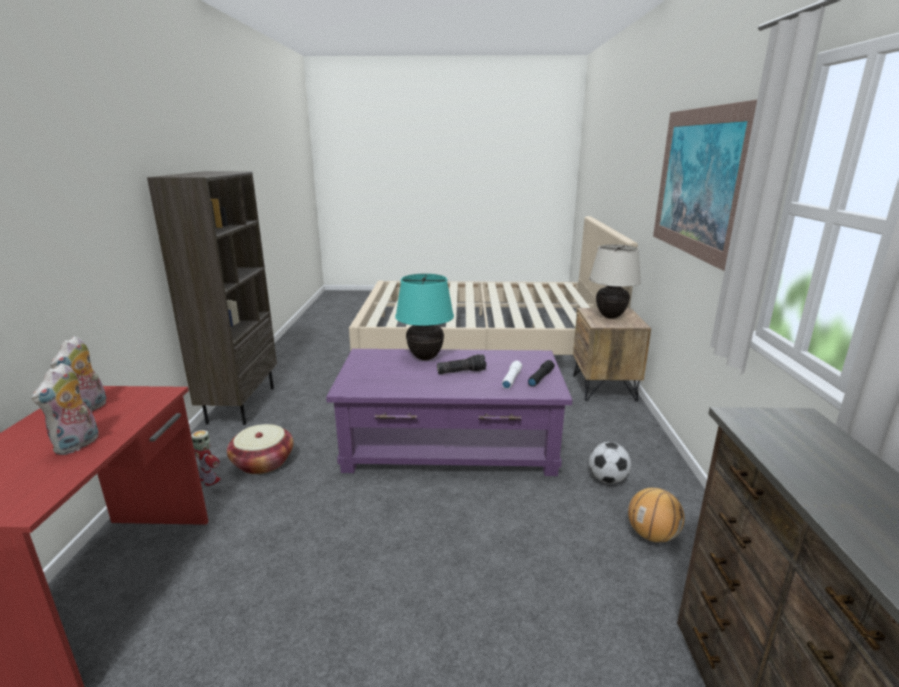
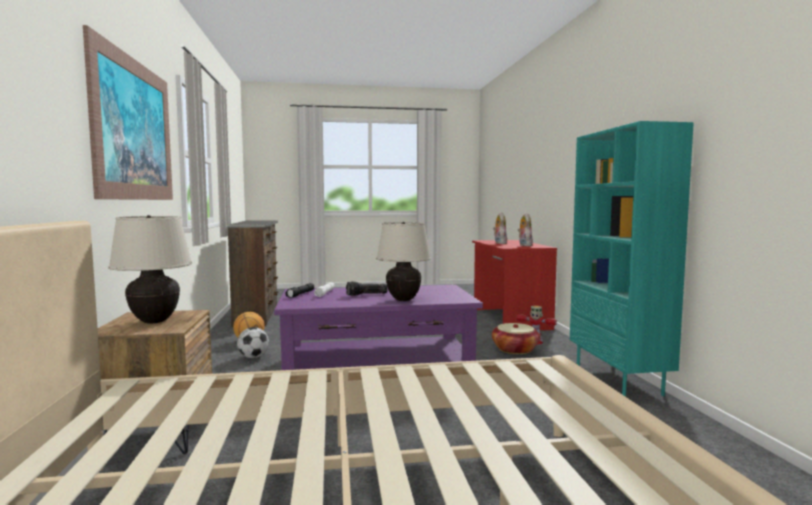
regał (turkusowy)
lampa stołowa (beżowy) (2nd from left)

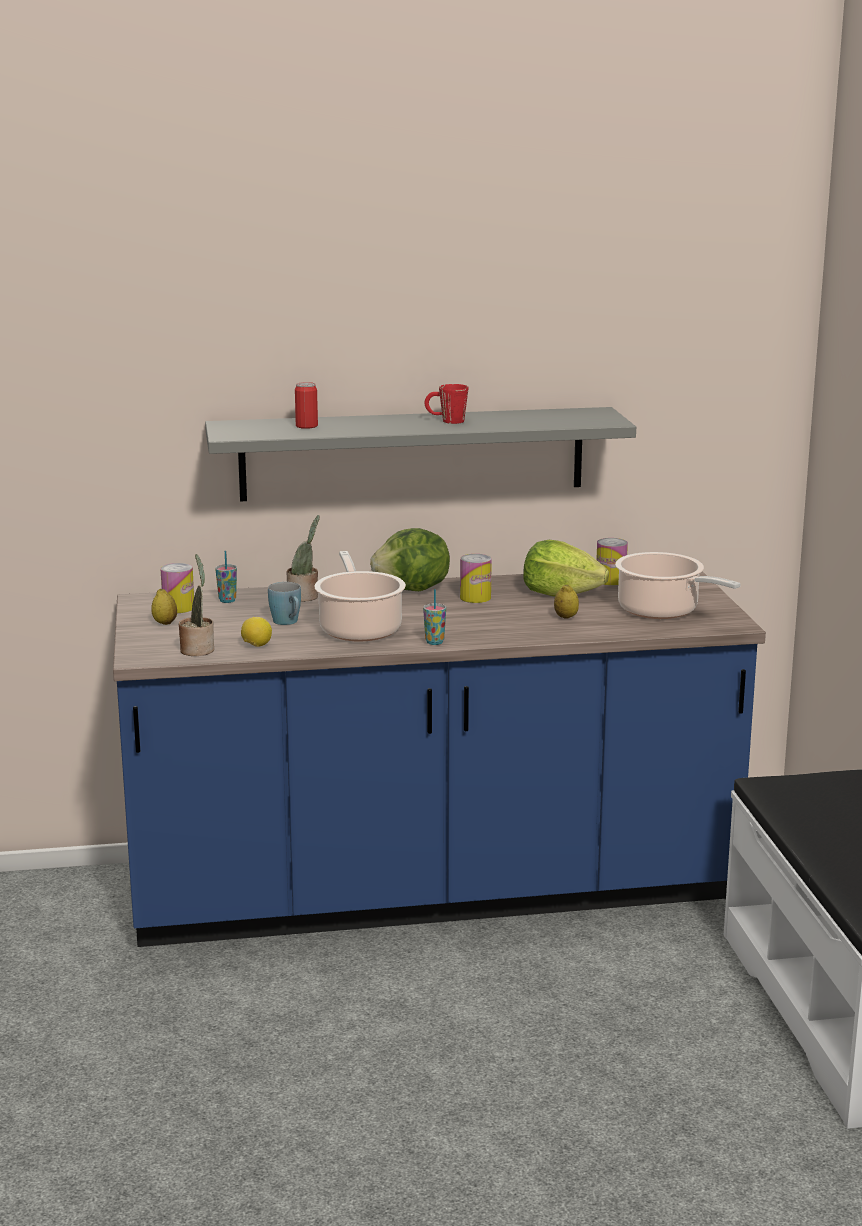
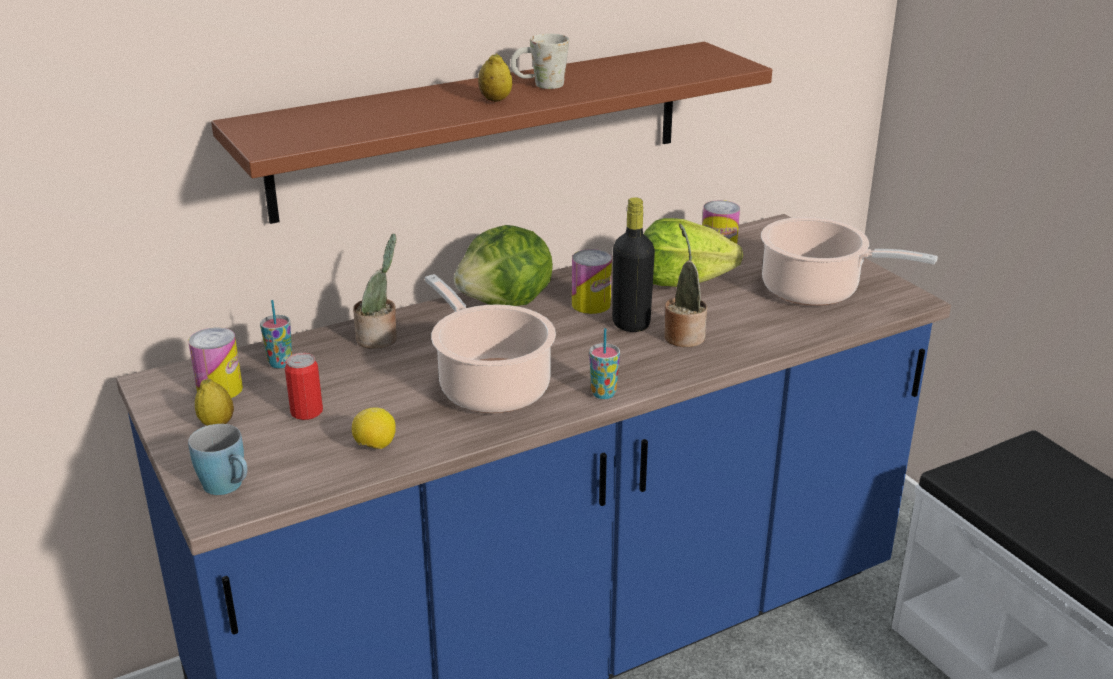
roślina doniczkowa (2nd from left)
półka (brązowy)
kubek (niebieski)
puszka (2nd from left)
kubek (biały)
cytryna (3rd from left)
butelka (czarny)

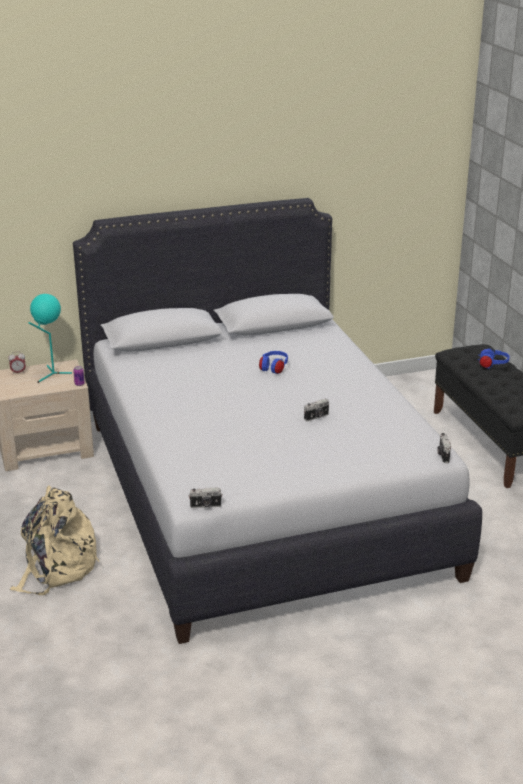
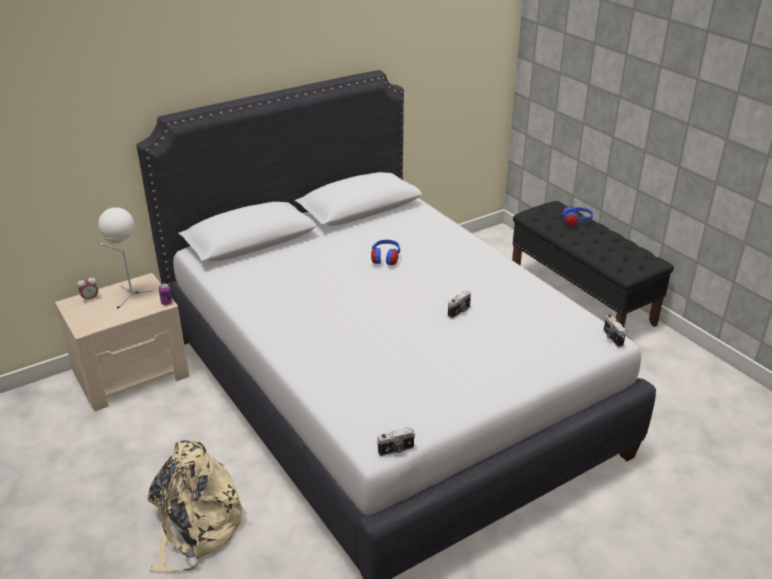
lampa stołowa (biały)

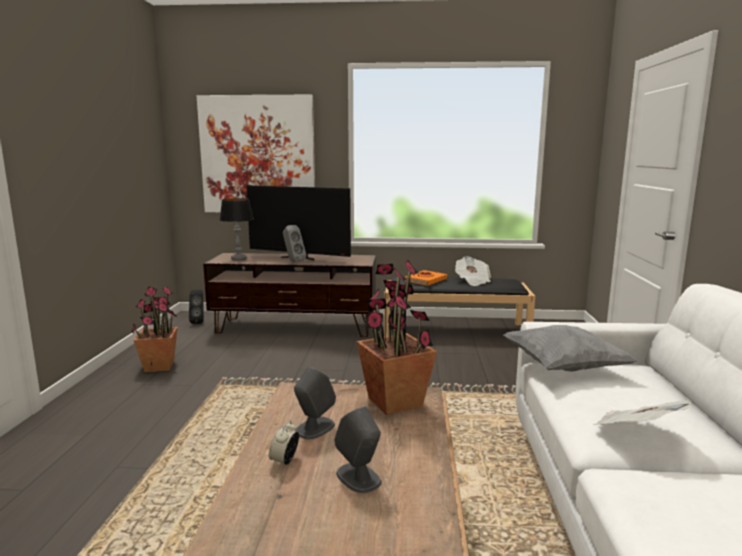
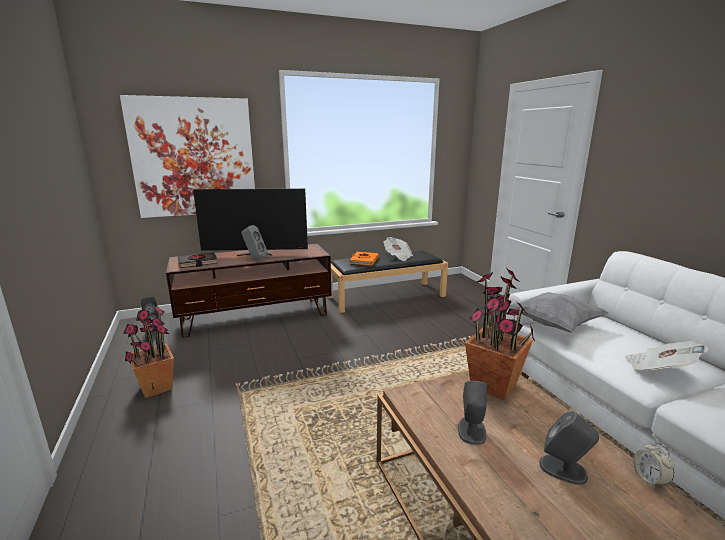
książka (czarny)
budzik

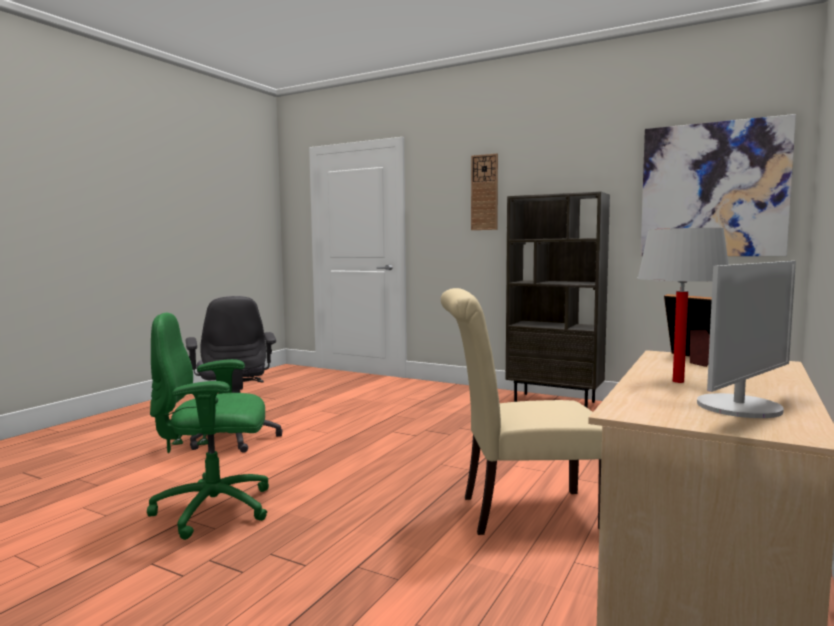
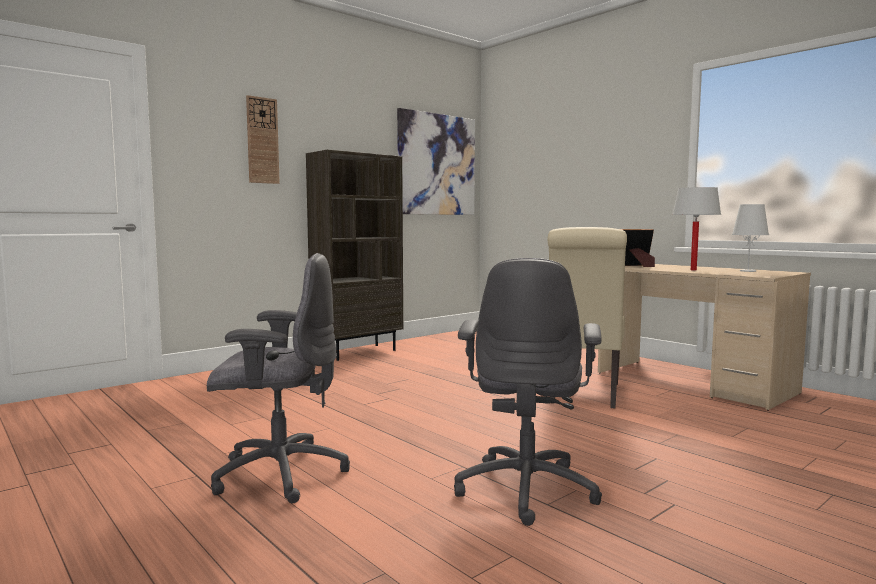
krzesło biurowe (szary) (2nd from left)
lampa stołowa (biały) (2nd from left)

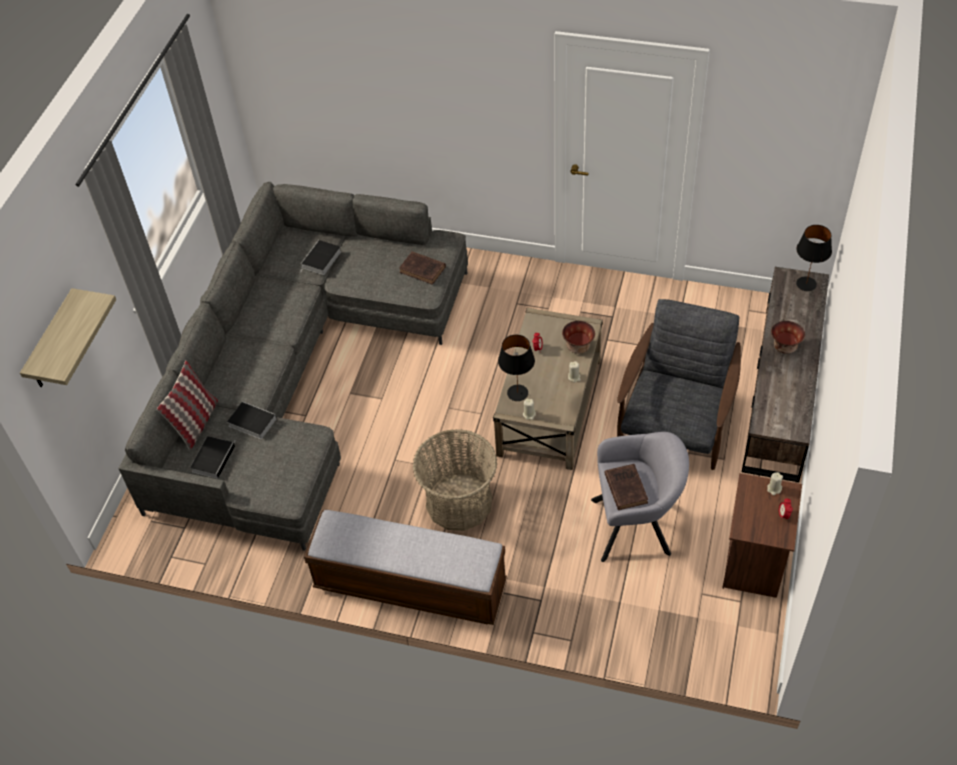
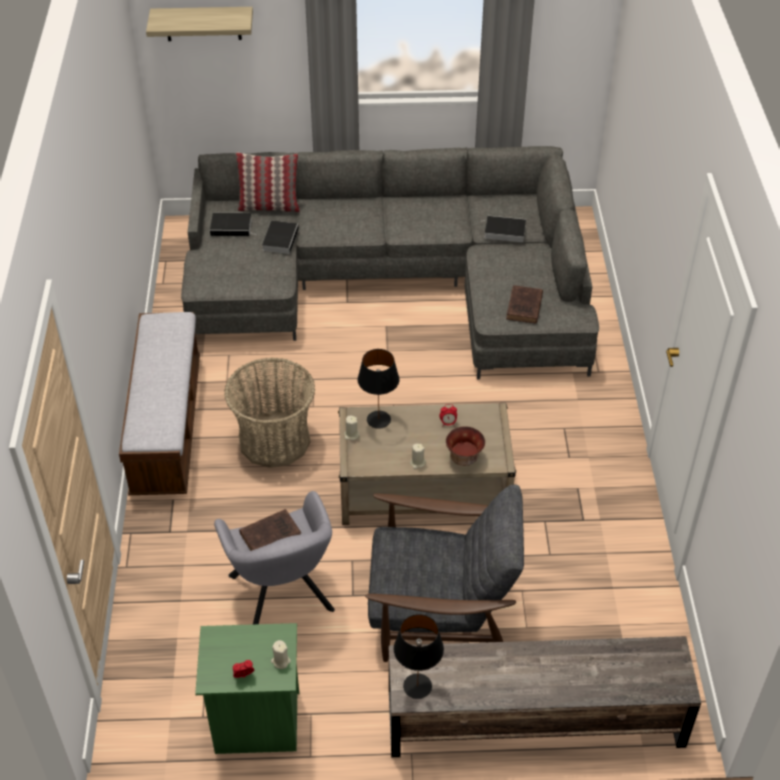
szafka nocna (zielony)
miska (2nd from left in the first image)
lampa stołowa (czarny) (2nd from left)

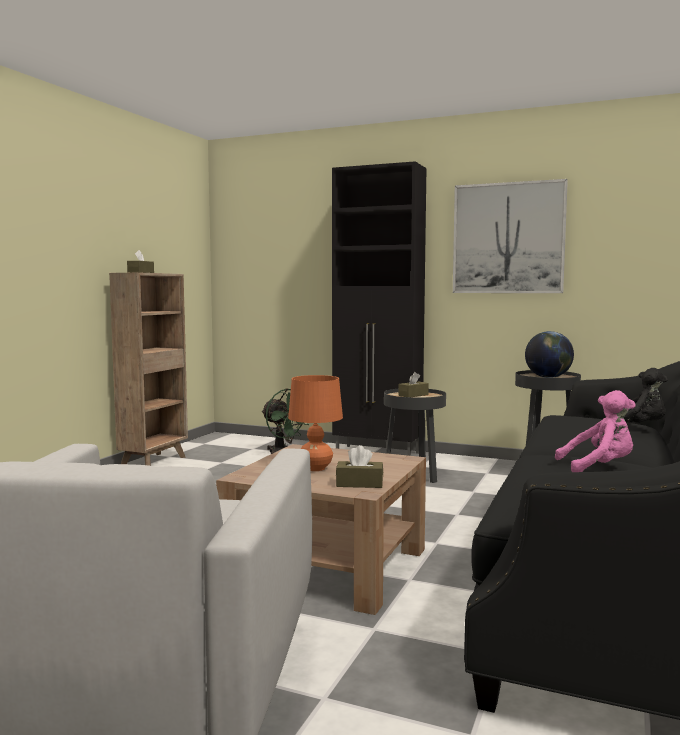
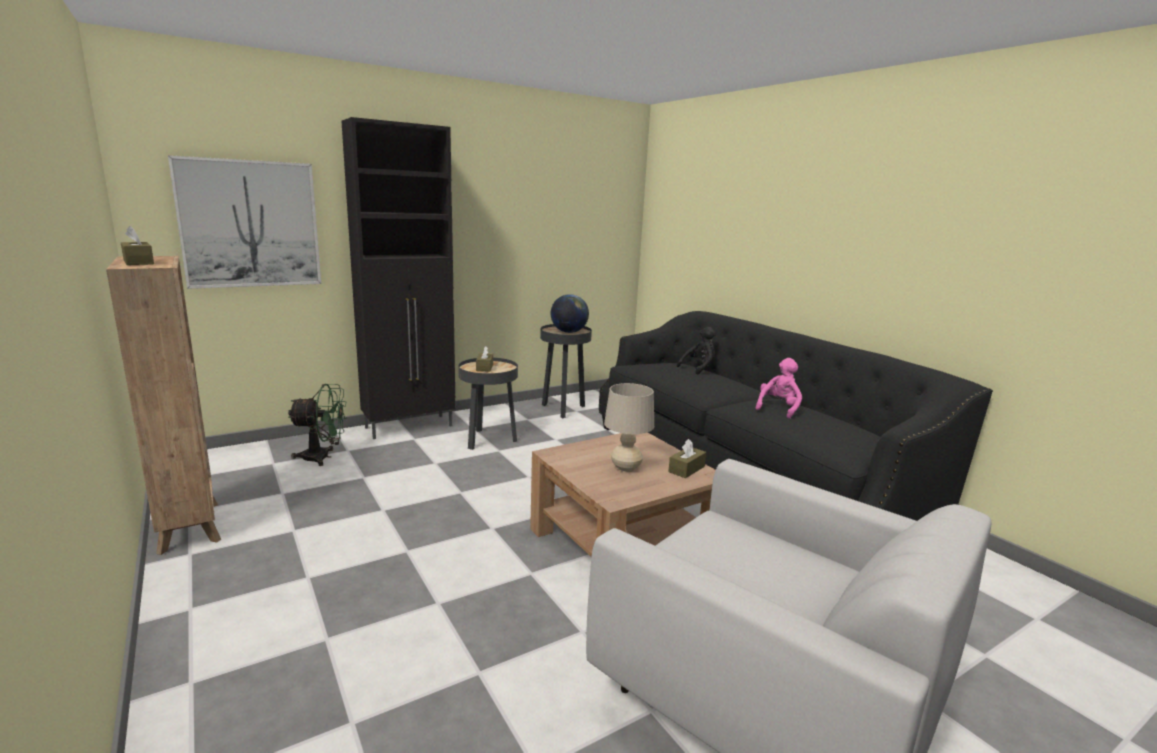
lampa stołowa (beżowy)
obraz

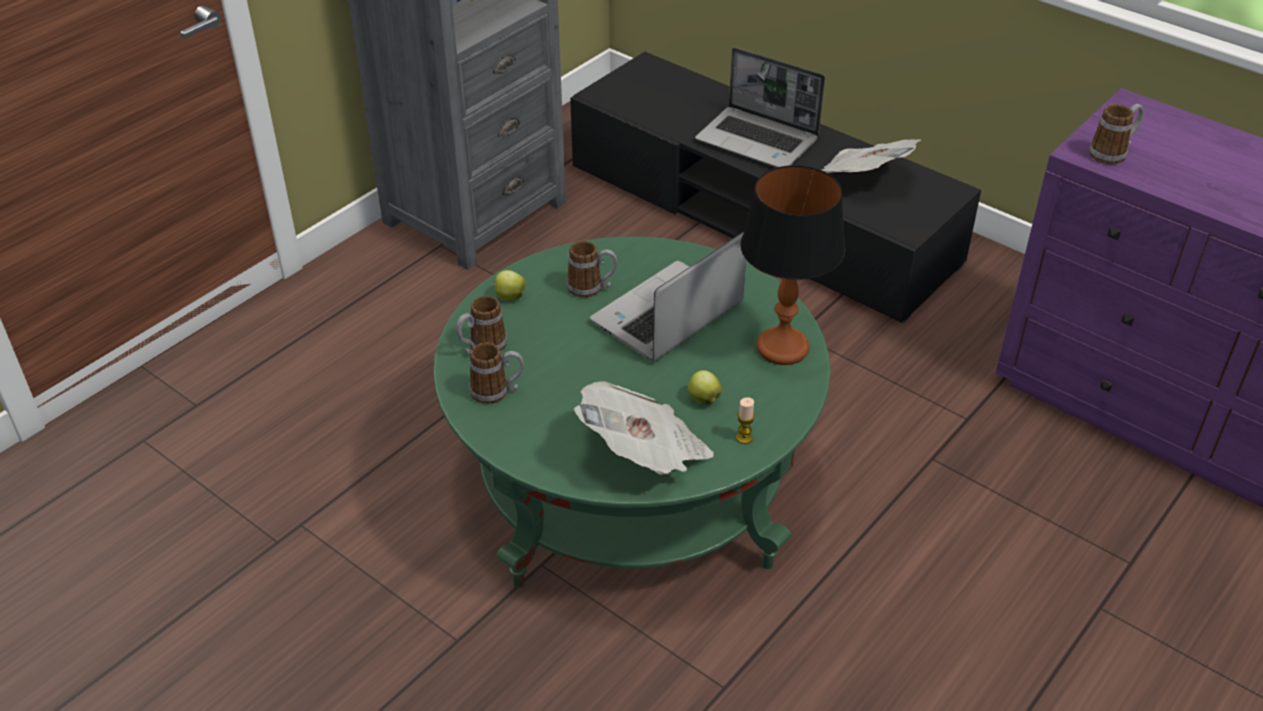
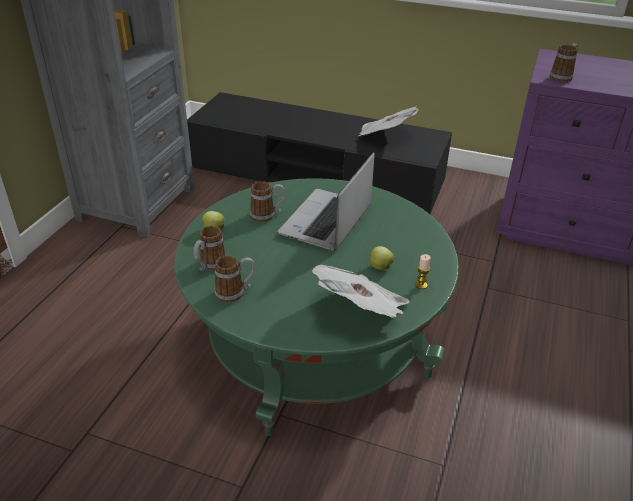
laptop (2nd from left in the first image)
lampa stołowa

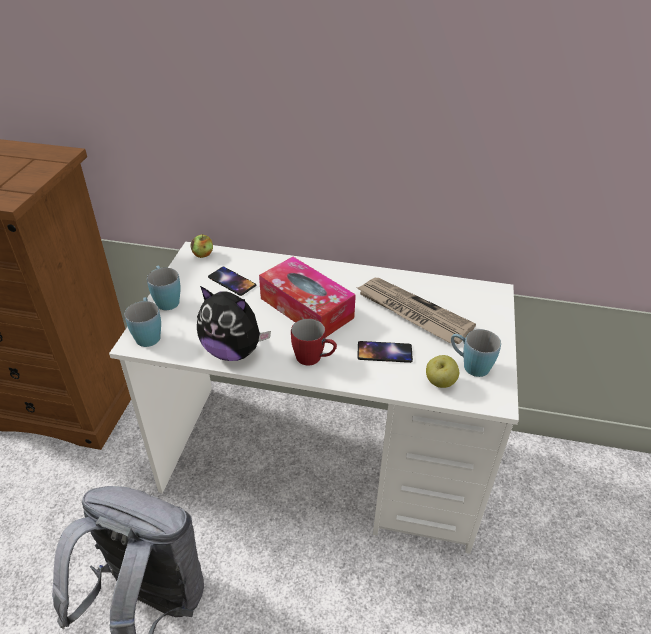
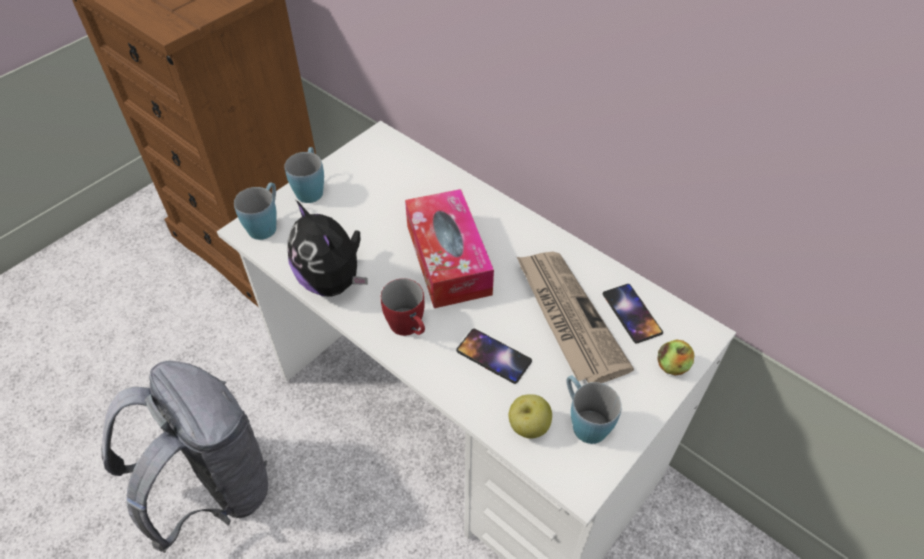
jabłko (2nd from left)
telefon (2nd from left)

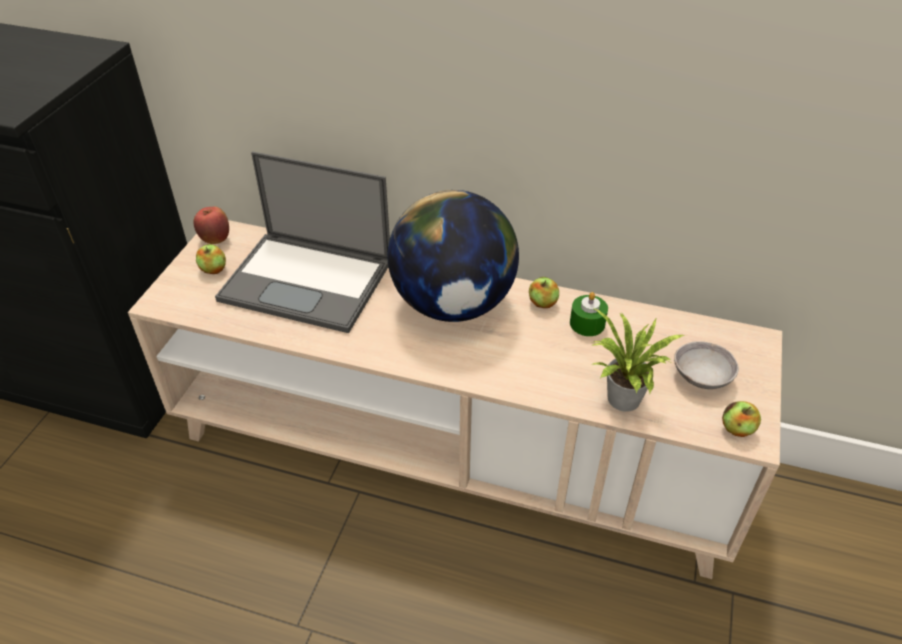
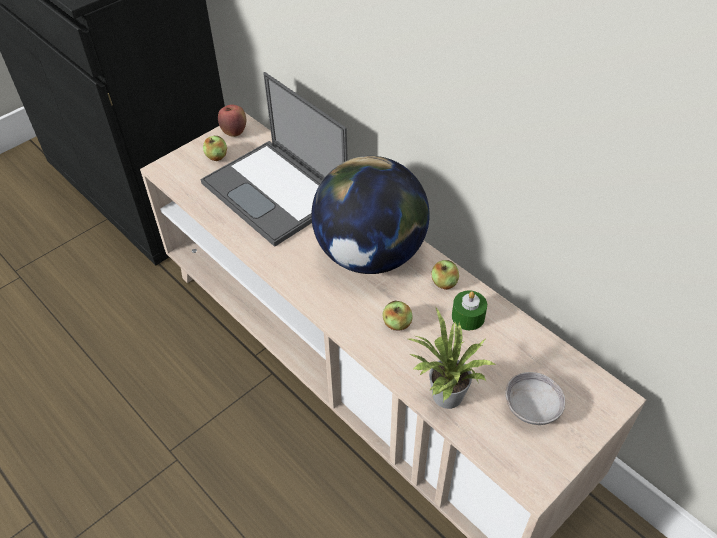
jabłko (3rd from left)

